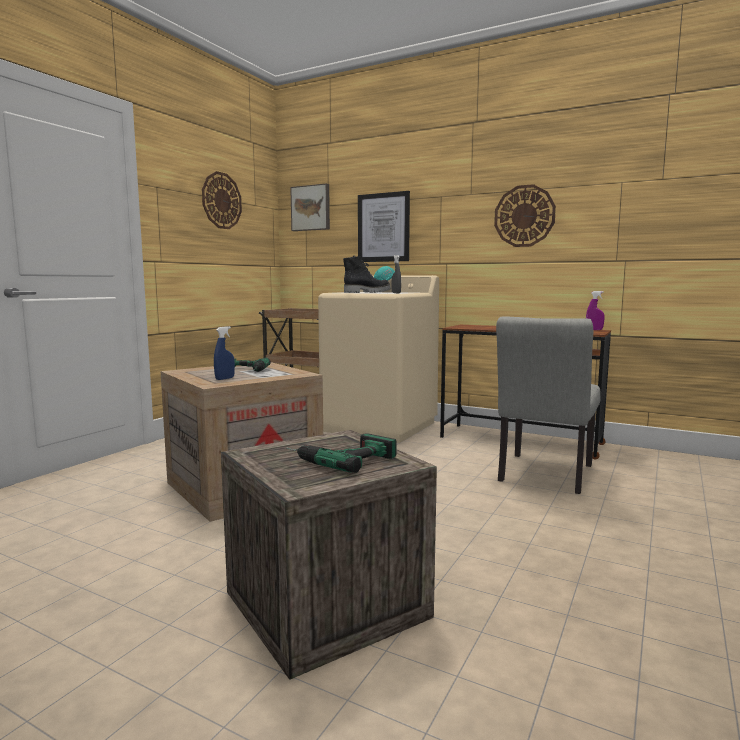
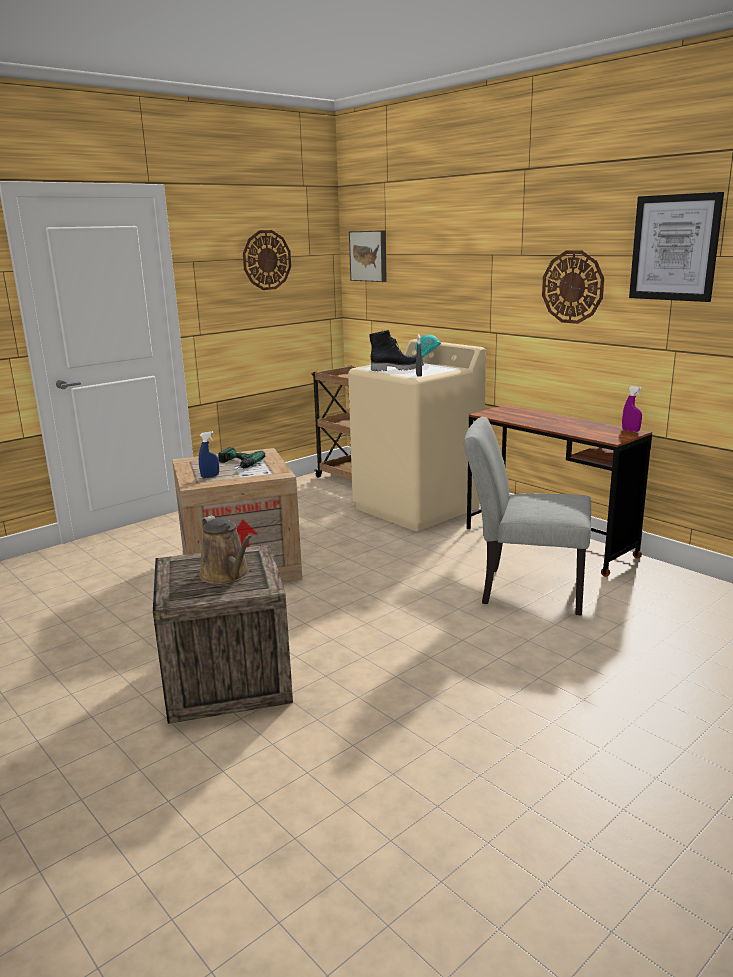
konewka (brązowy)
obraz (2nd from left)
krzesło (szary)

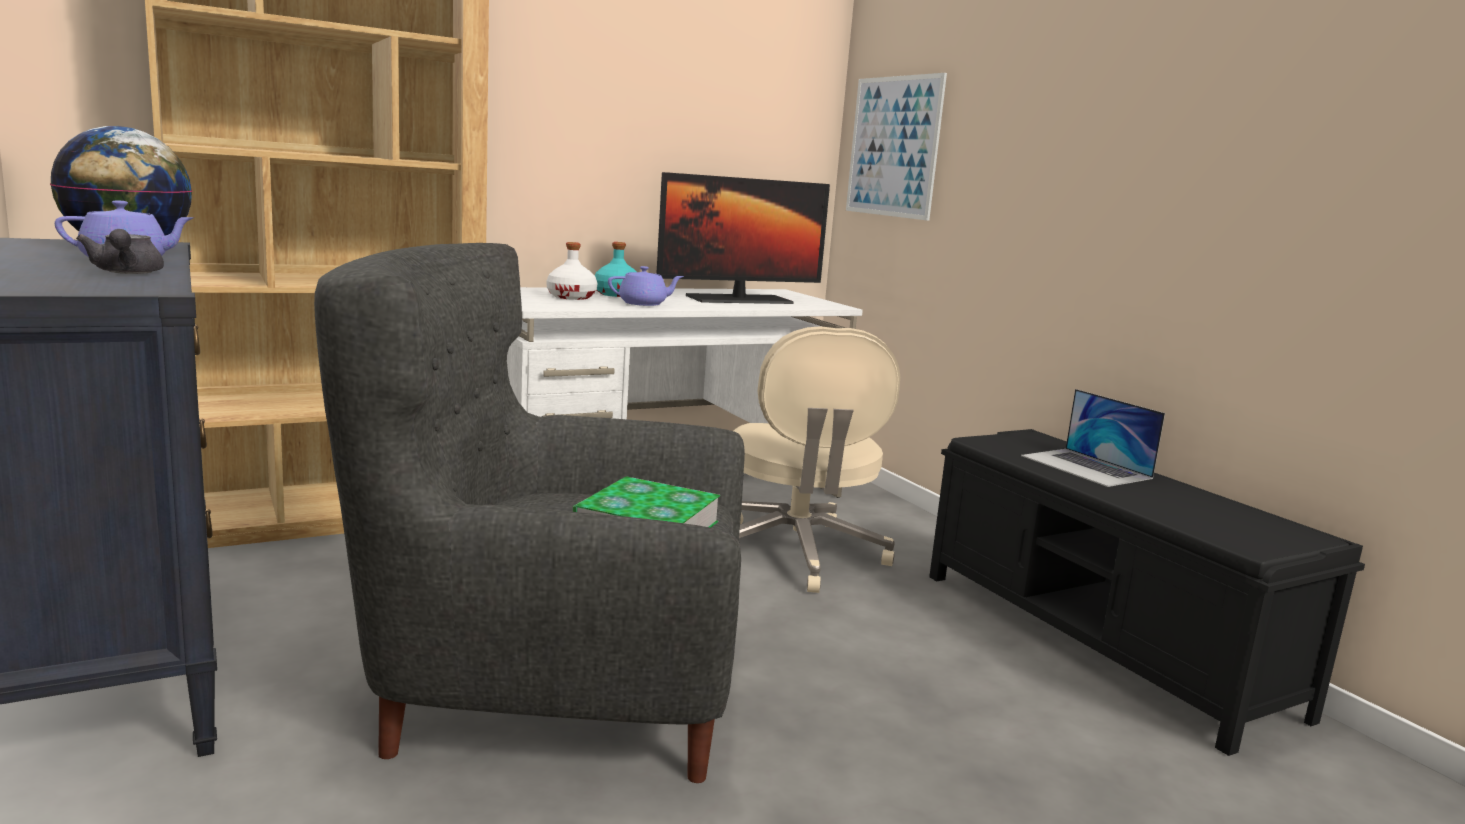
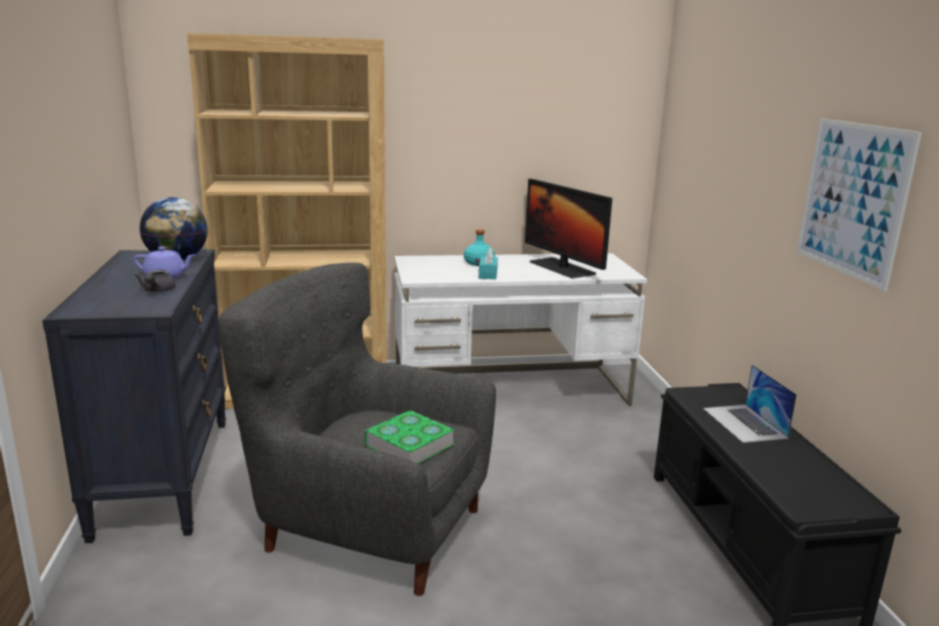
butelka (biały)
pudełko chusteczek (turkusowy)
monitor
krzesło biurowe (beżowy)
obraz

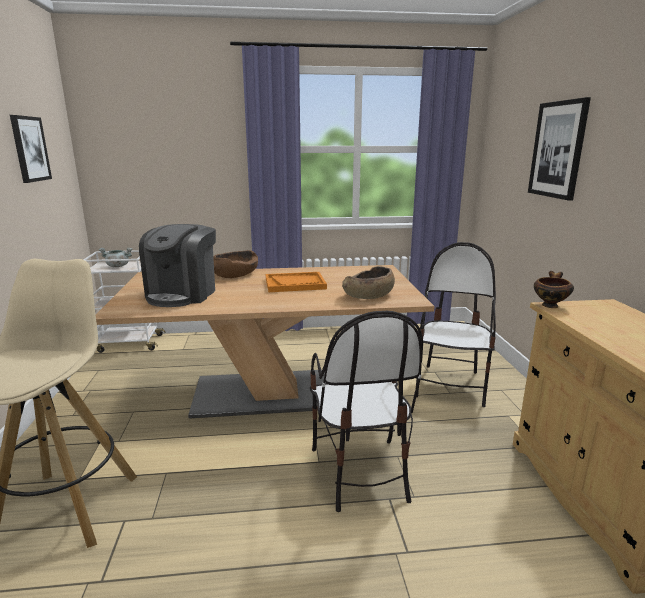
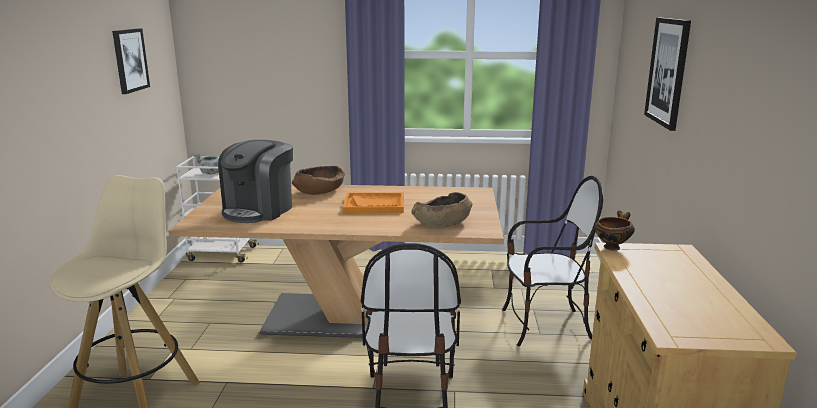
krzesło (2nd from left)

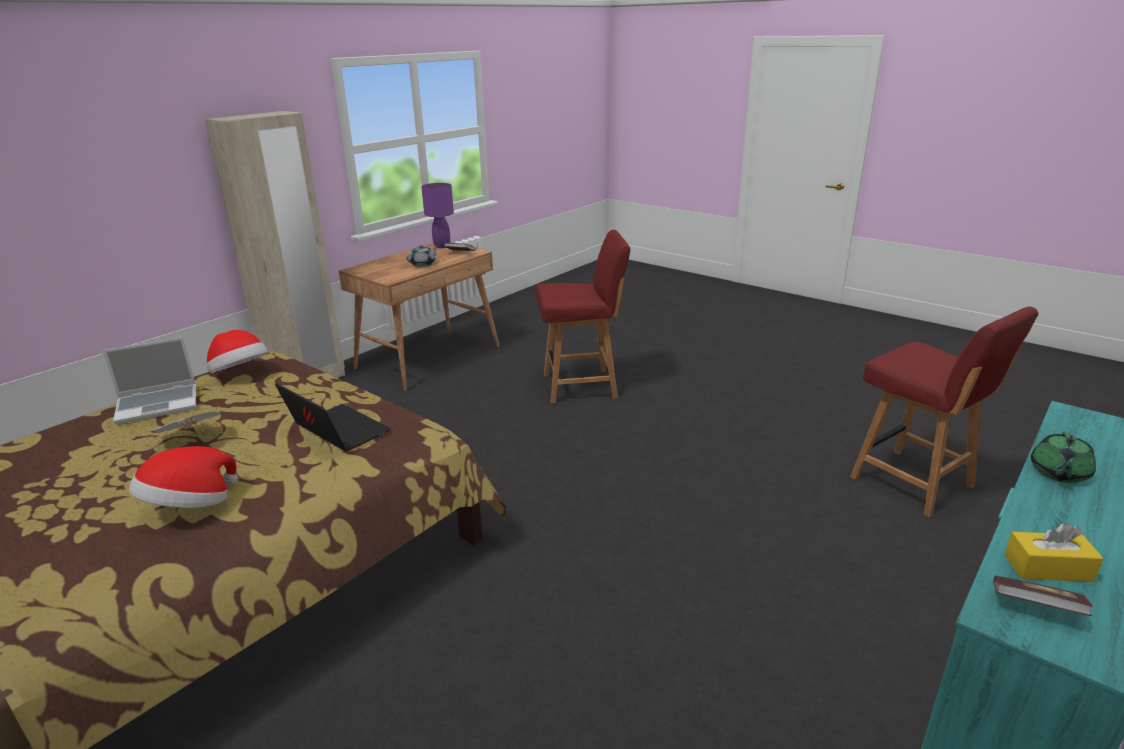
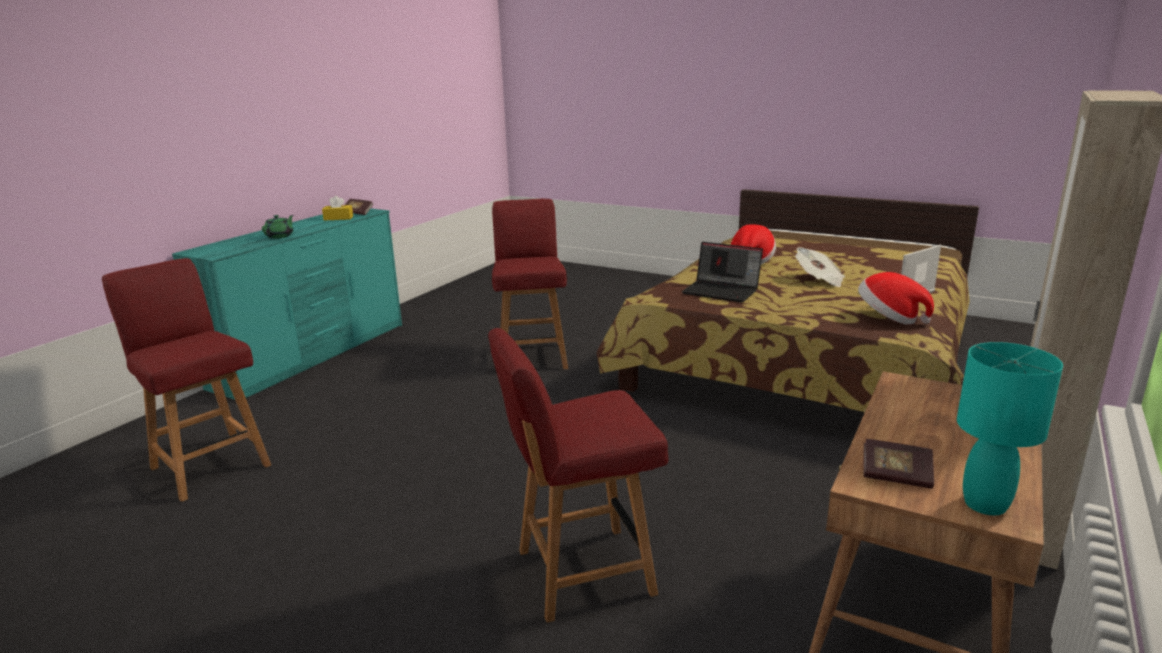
imbryk (szary)
lampa stołowa (turkusowy)
krzesło (czerwony) (2nd from left)

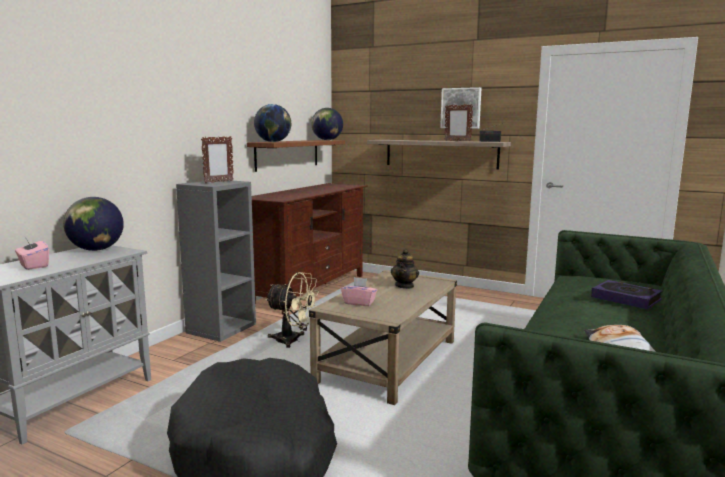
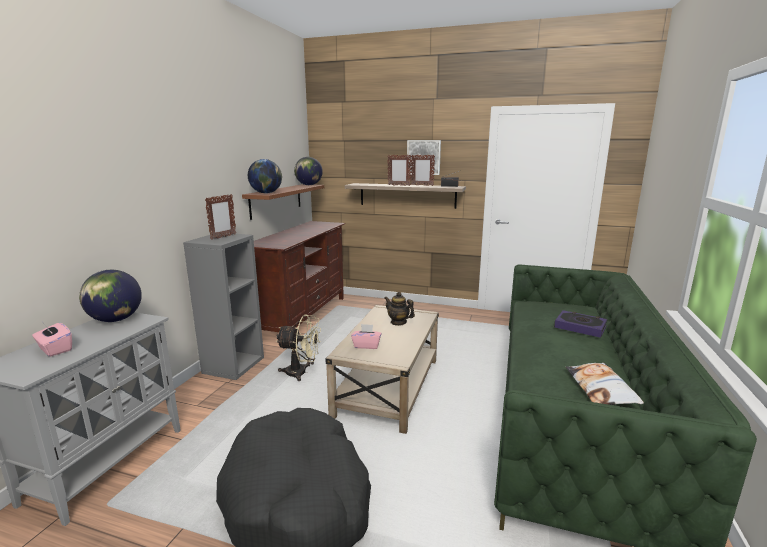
imbryk
ramka na zdjęcie (2nd from left)

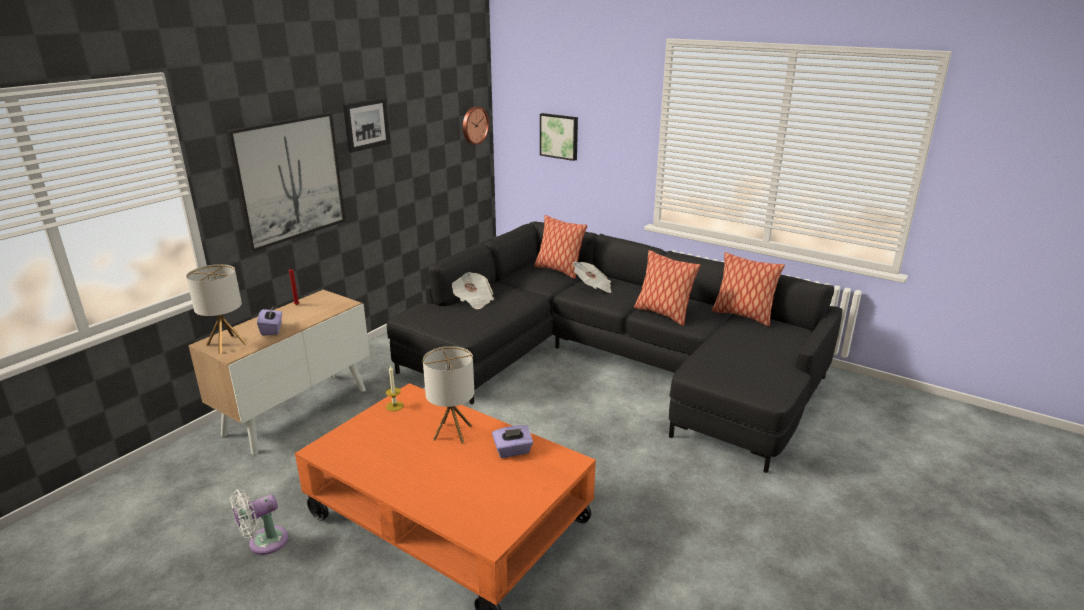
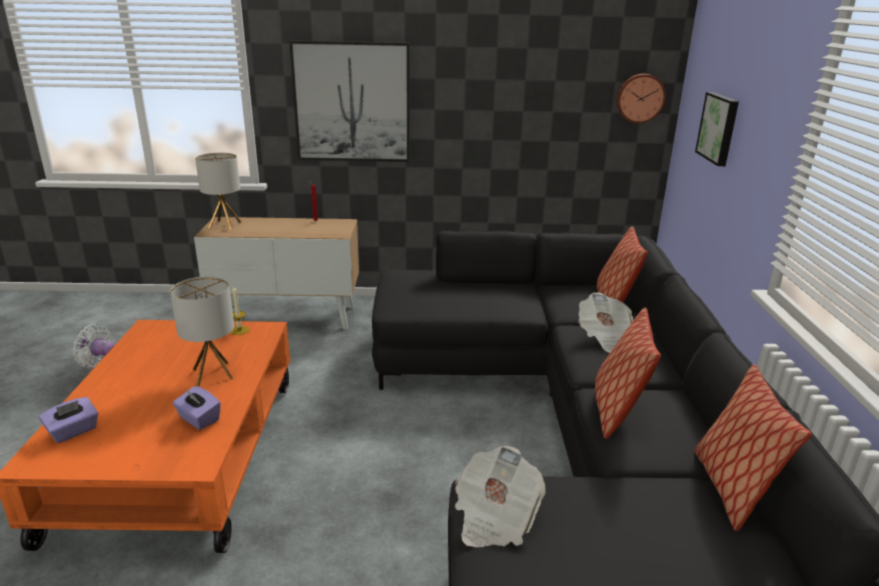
pudełko chusteczek (fioletowy) (1st from left)
obraz (2nd from left in the first image)
gazeta (1st from left)

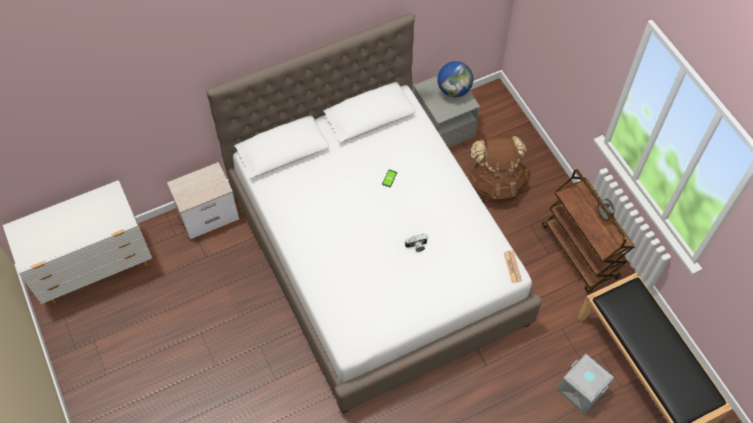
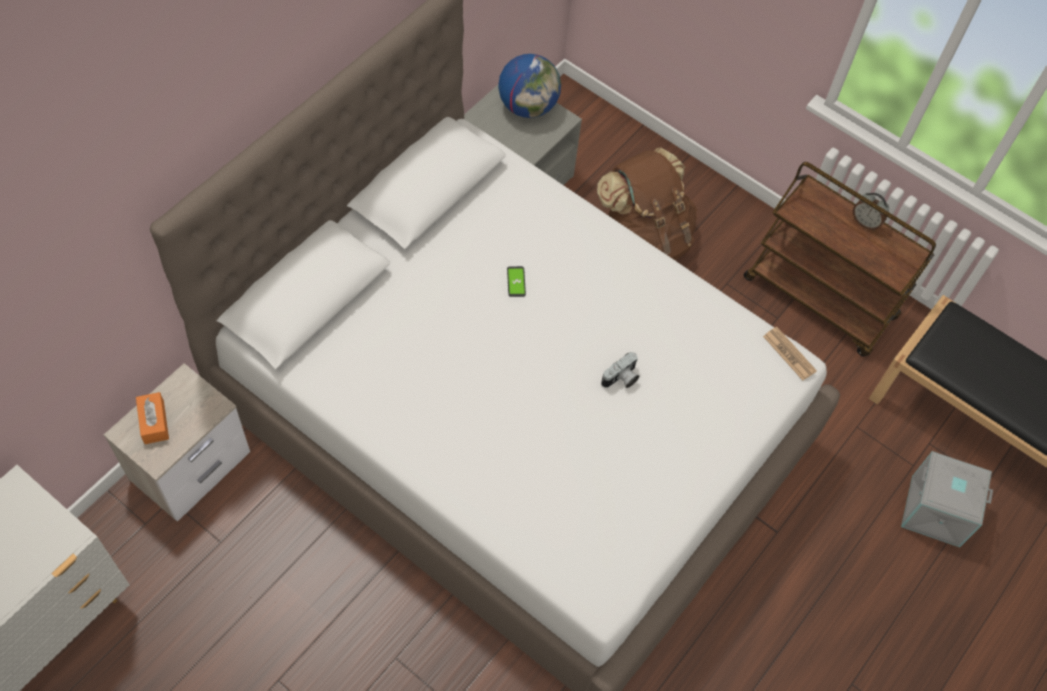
pudełko chusteczek (pomarańczowy)

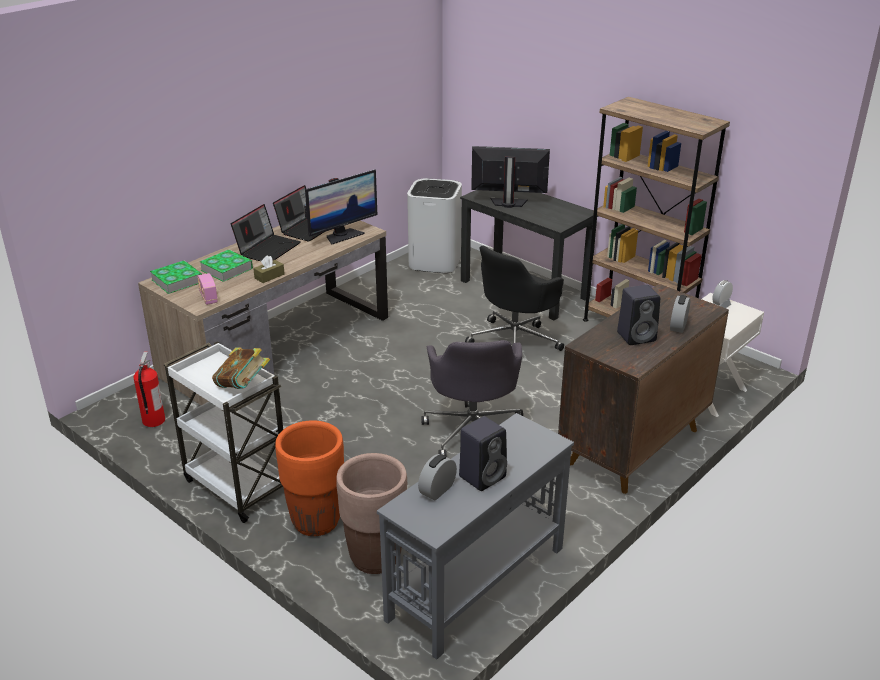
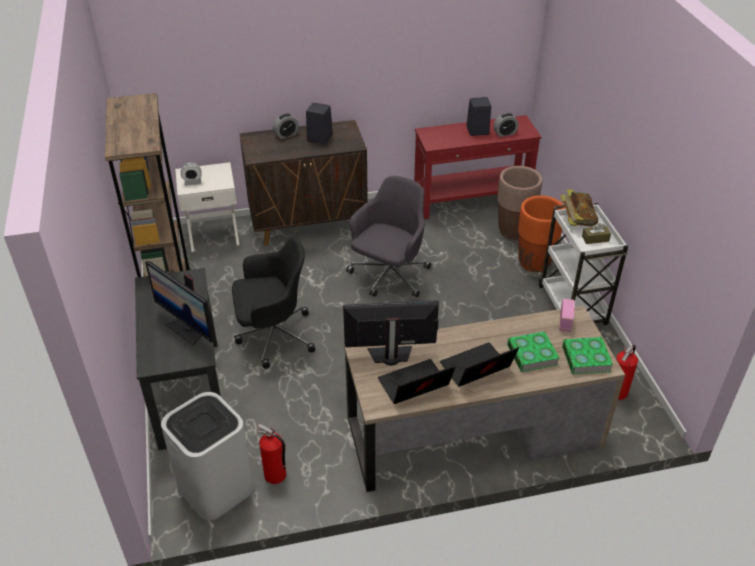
pudełko chusteczek (brązowy)
stolik konsolowy (czerwony)
gaśnica (1st from left)

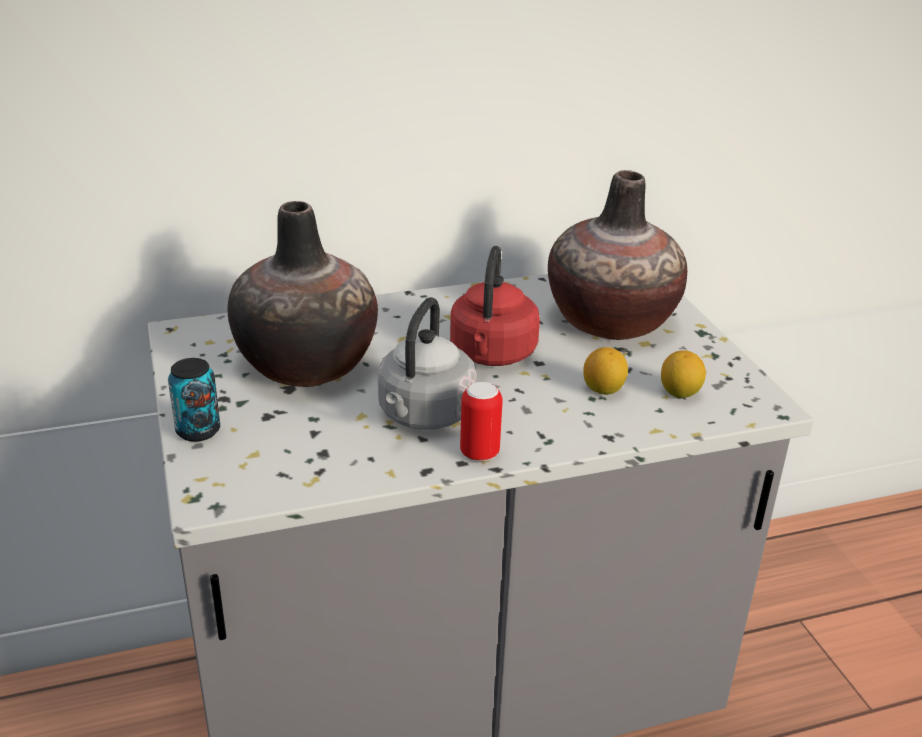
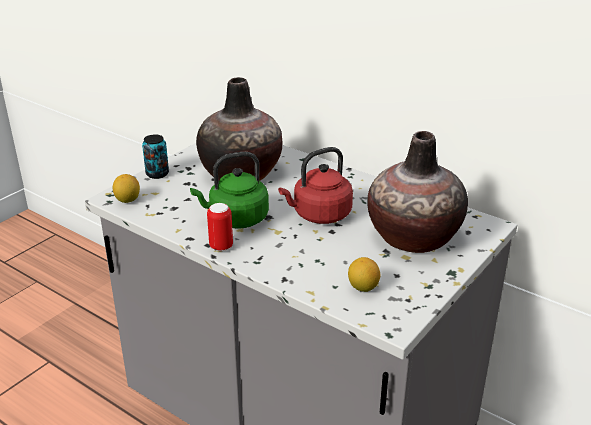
czajnik (zielony)
cytryna (1st from left)

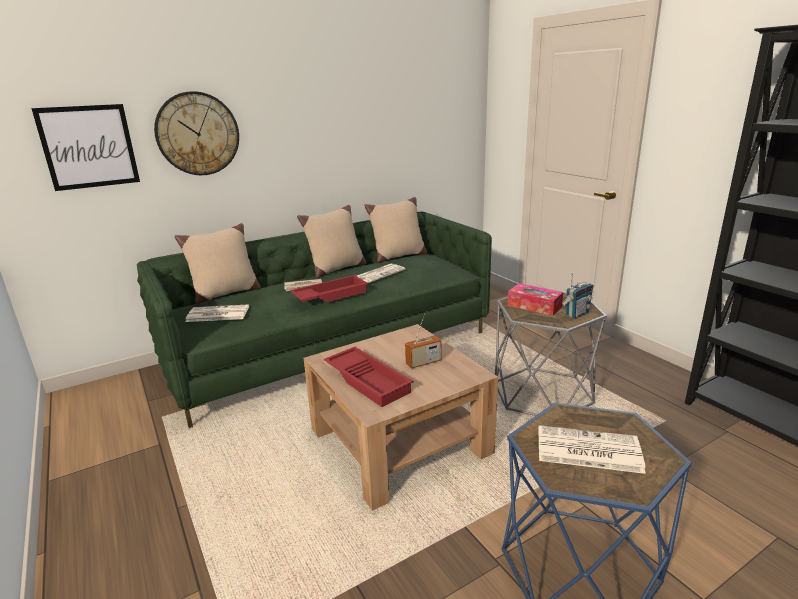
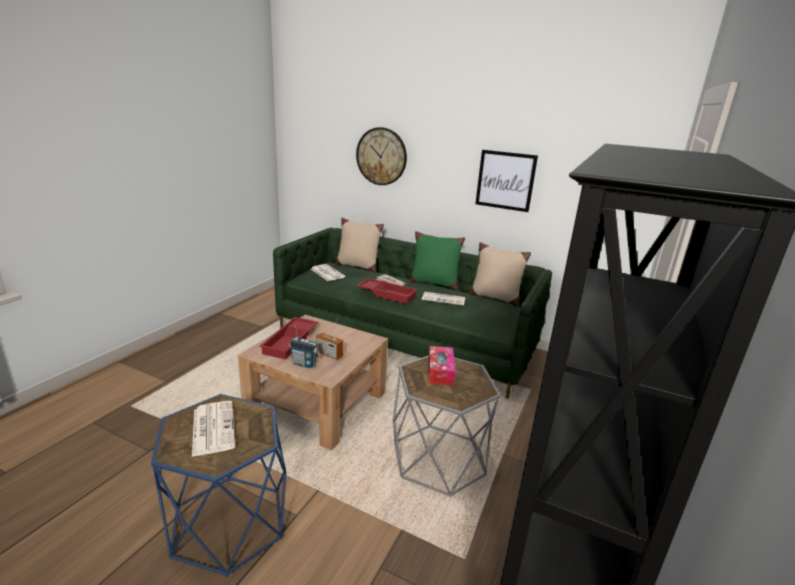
obraz
poduszka (zielony)
radio (1st from left)

